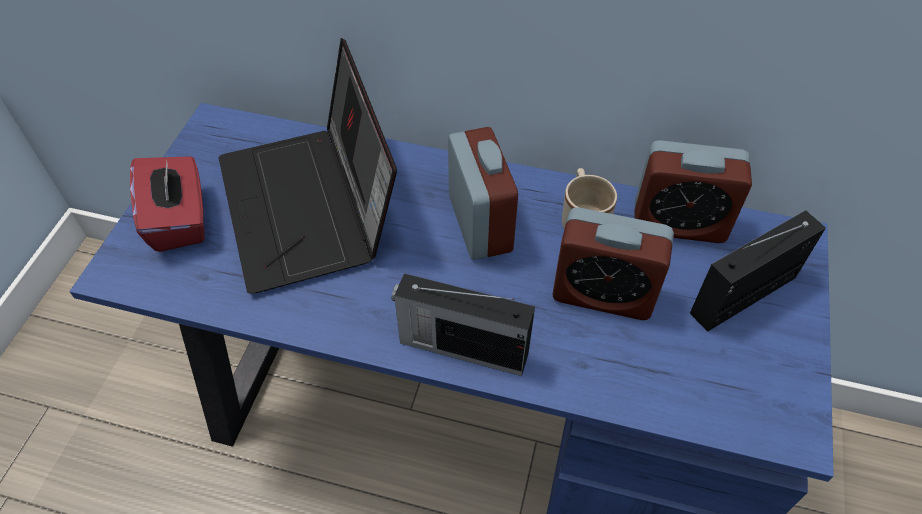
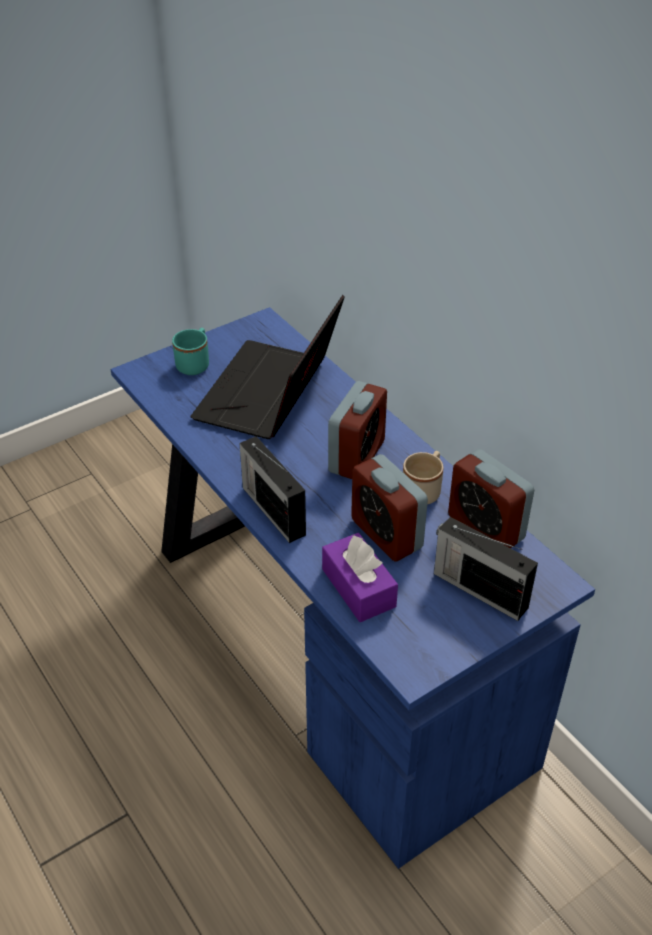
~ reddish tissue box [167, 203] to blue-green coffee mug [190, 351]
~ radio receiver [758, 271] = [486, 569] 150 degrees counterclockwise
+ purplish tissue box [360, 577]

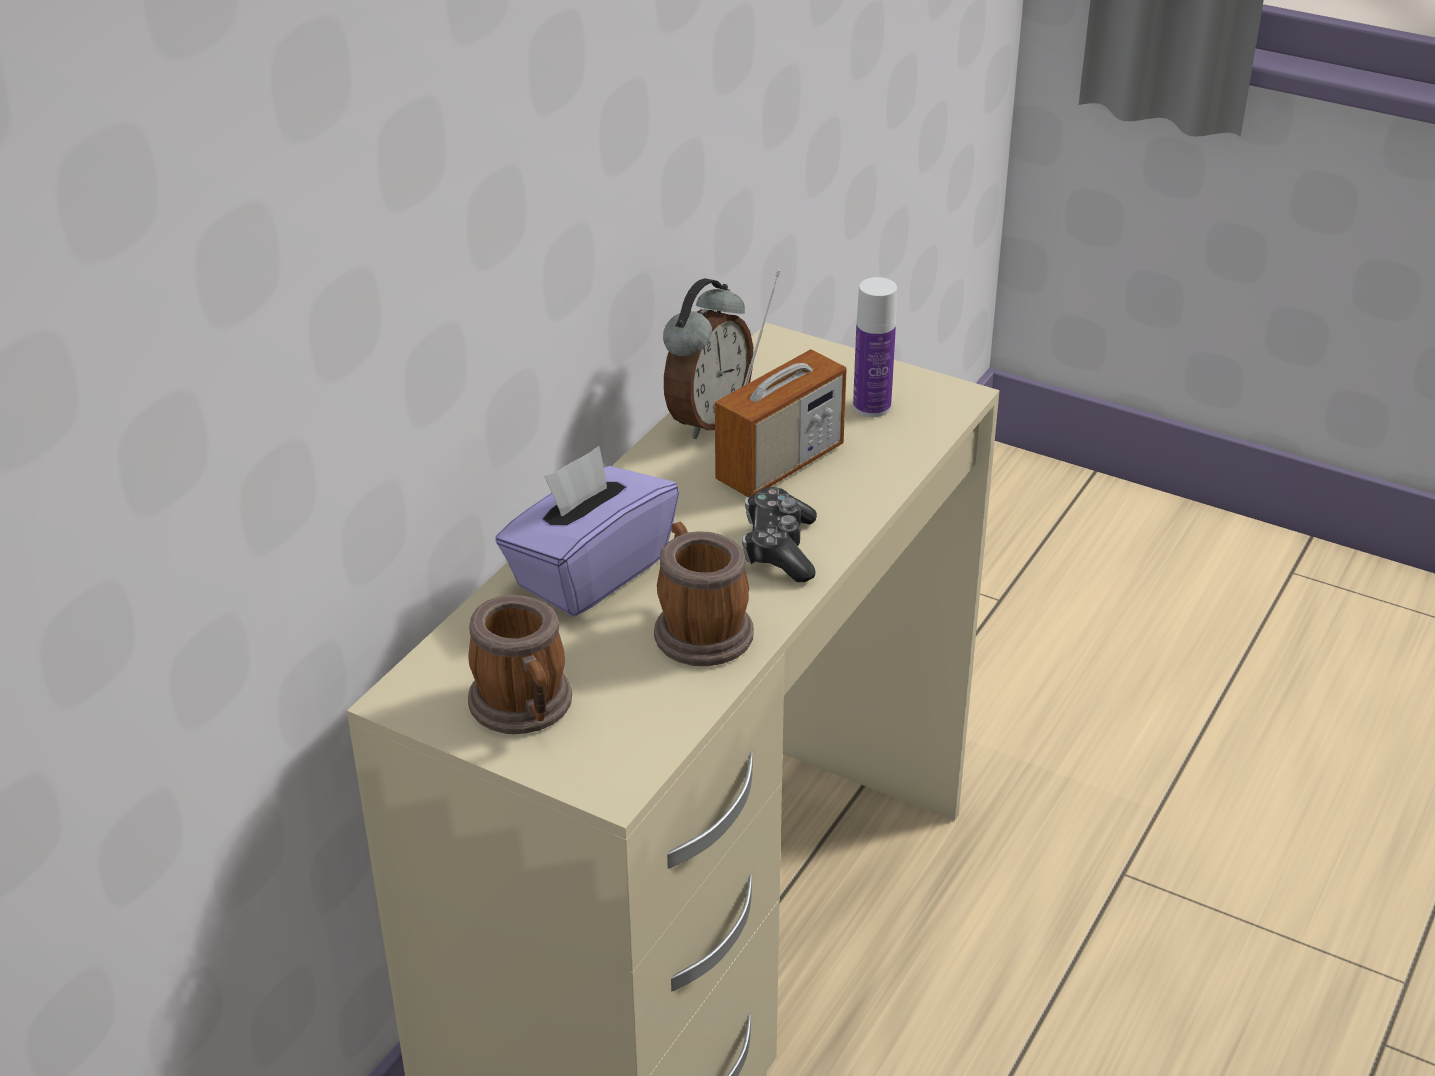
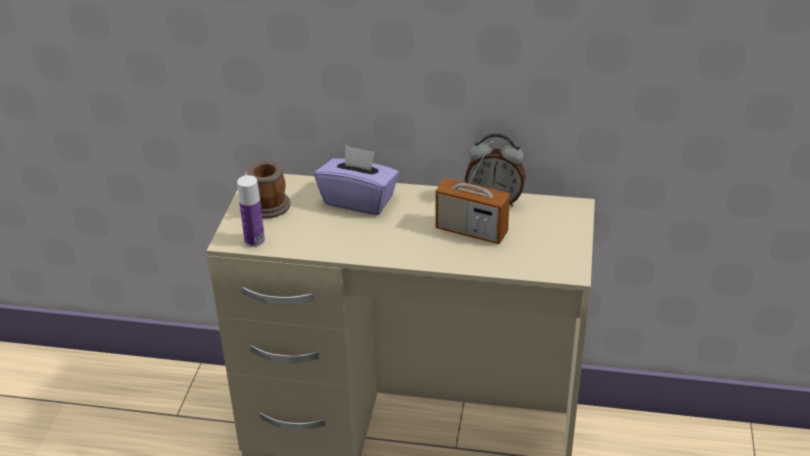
- coffee mug [704, 594]
- game controller [779, 534]
~ bottle [875, 347] to [251, 211]

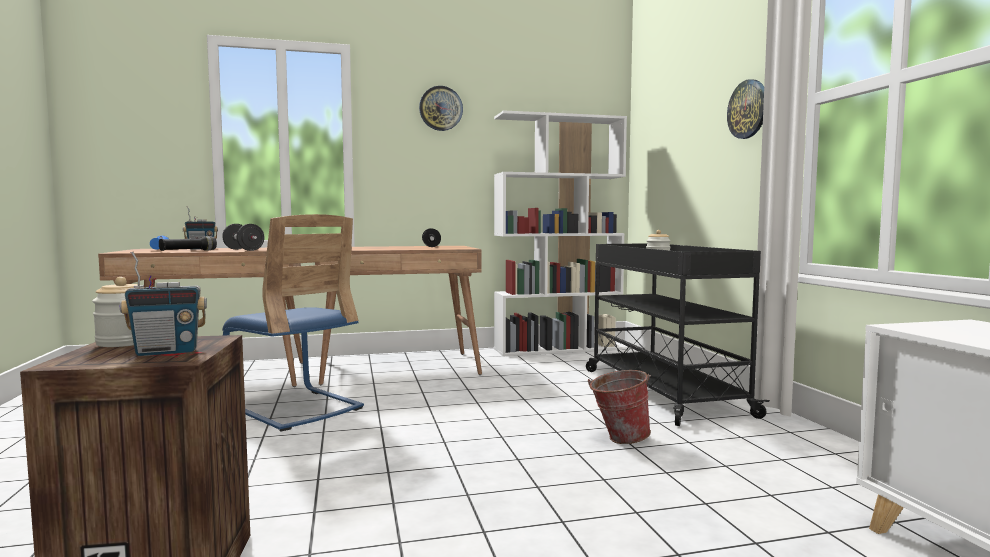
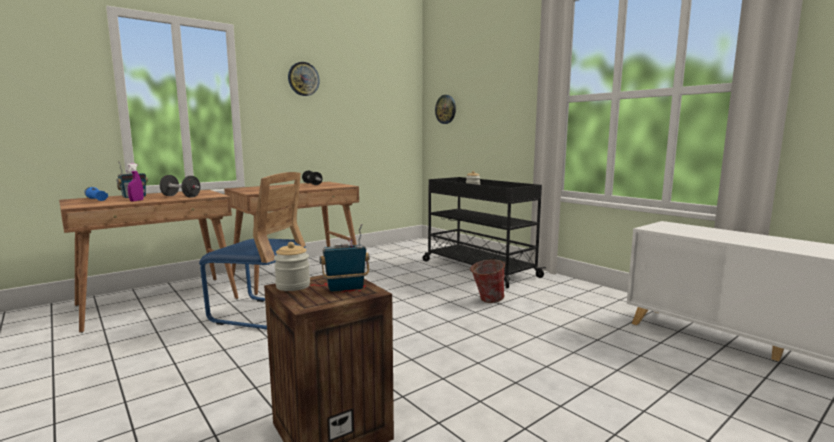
~ radio receiver [163, 303] = [345, 258] 150 degrees counterclockwise
~ black torch [188, 243] to purplish sprayer [135, 182]
- white-coloured bookcase [560, 233]
~ wall clock [745, 109] to [445, 109]

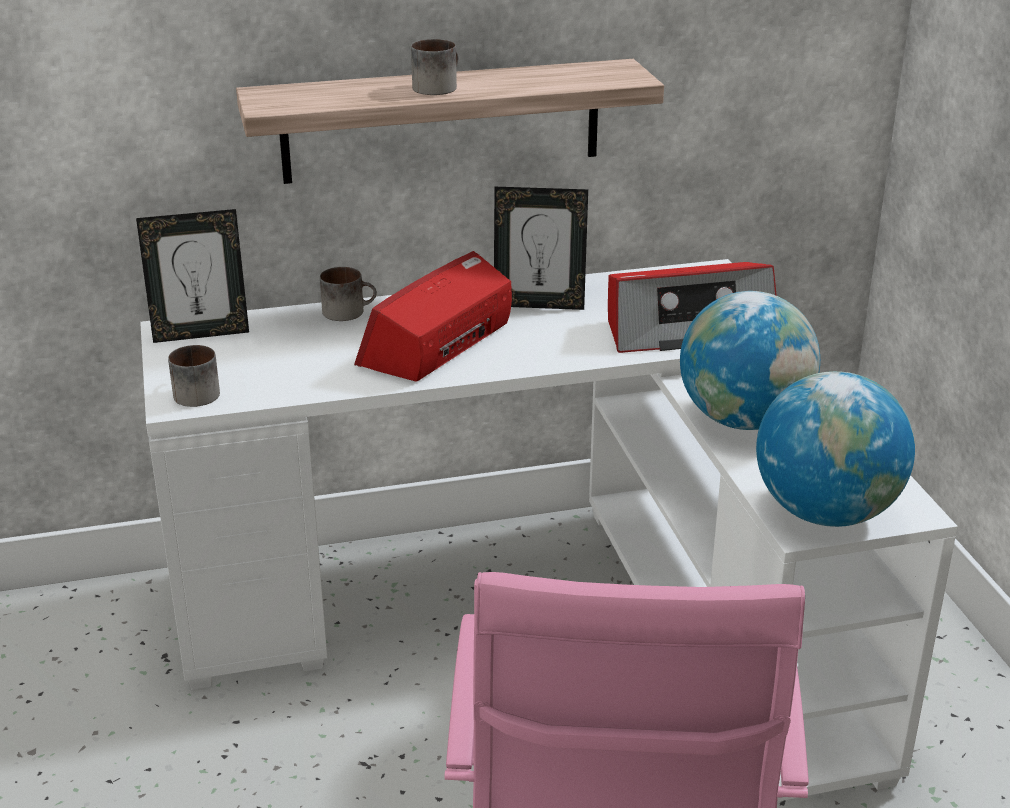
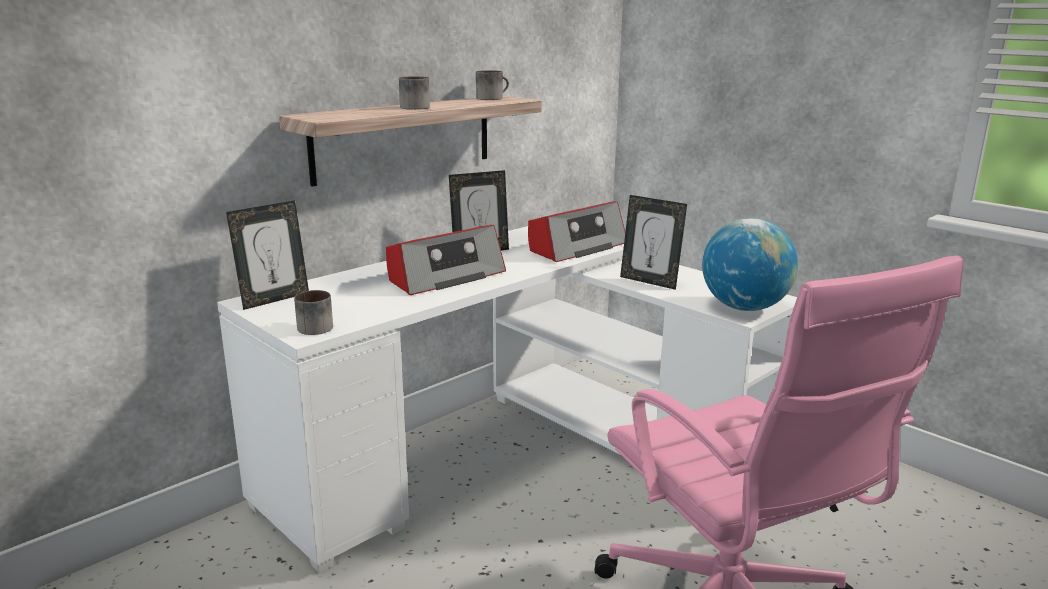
~ coffee mug [348, 294] to [492, 85]
~ radio receiver [433, 316] = [446, 260] 135 degrees counterclockwise
~ globe [750, 360] to picture frame [653, 242]

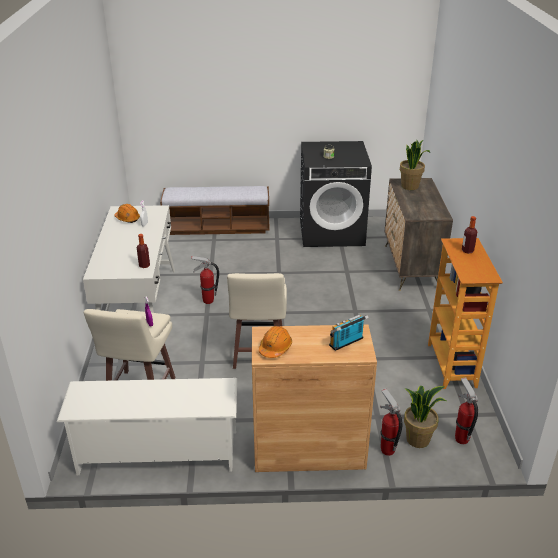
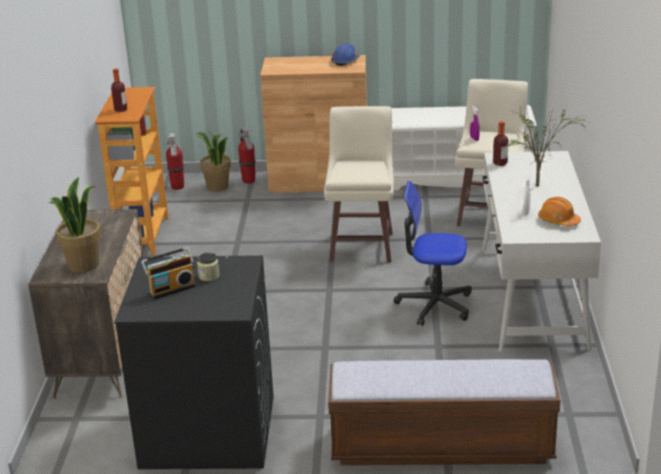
~ fire-fighting cylinder [205, 280] to office chair [433, 253]
~ orangey safety helmet [275, 342] to blue safety helmet [345, 54]
~ radio receiver [349, 333] to [168, 273]
+ plant in a pot [545, 143]

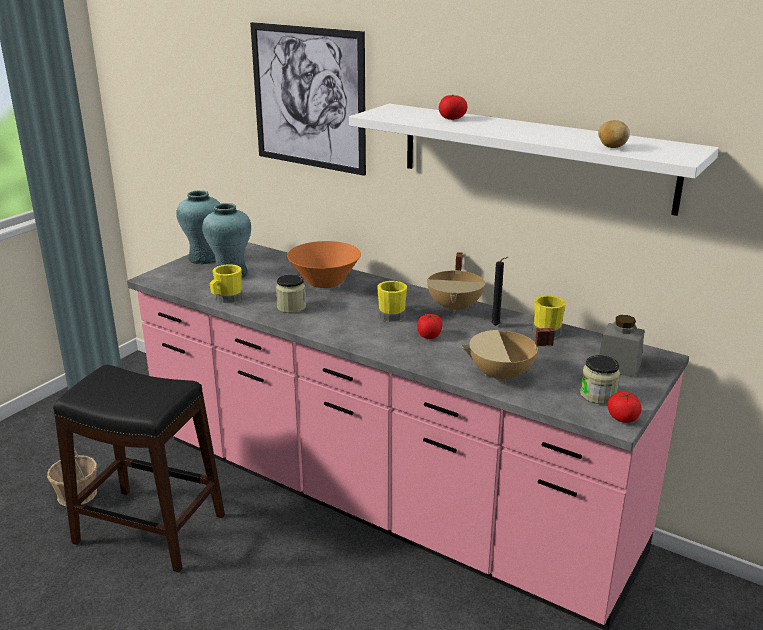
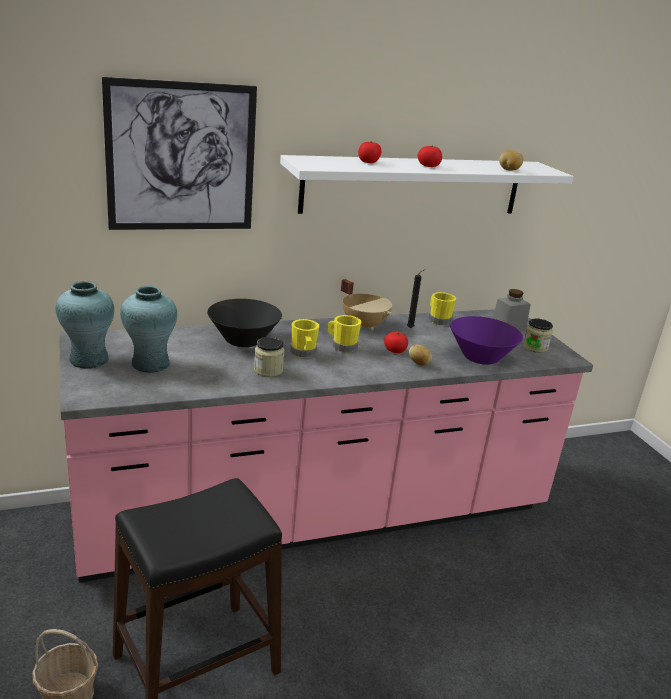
~ yellowish coffee mug [226, 284] to [304, 338]
~ orangey bowl [324, 264] to black bowl [244, 323]
~ beige-coloured saucepot [507, 356] to purplish bowl [486, 340]
~ tomato [625, 407] to [430, 156]
+ potato [420, 355]

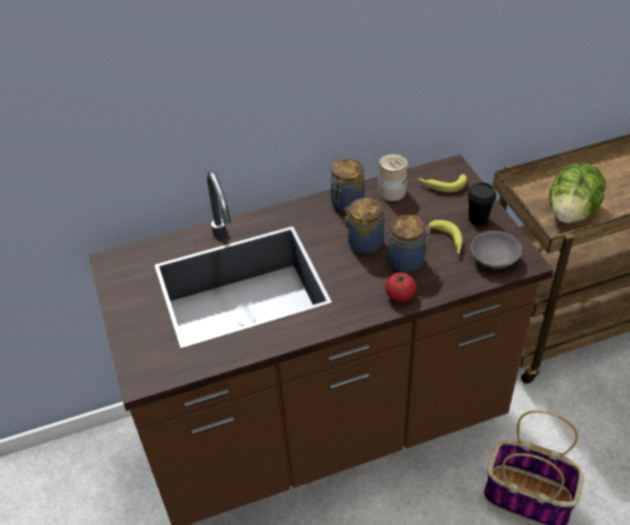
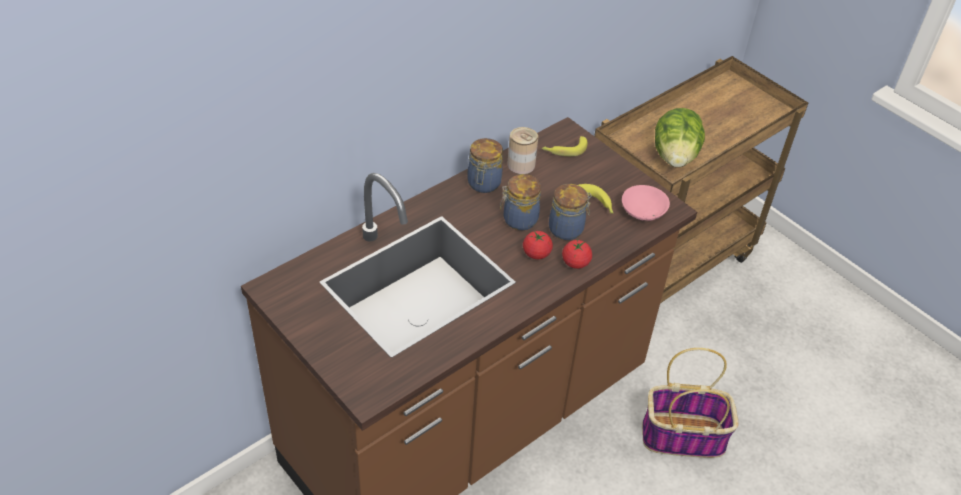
- black drinking cup [482, 203]
~ greyish bowl [496, 250] to pinkish bowl [646, 203]
+ tomato [538, 245]

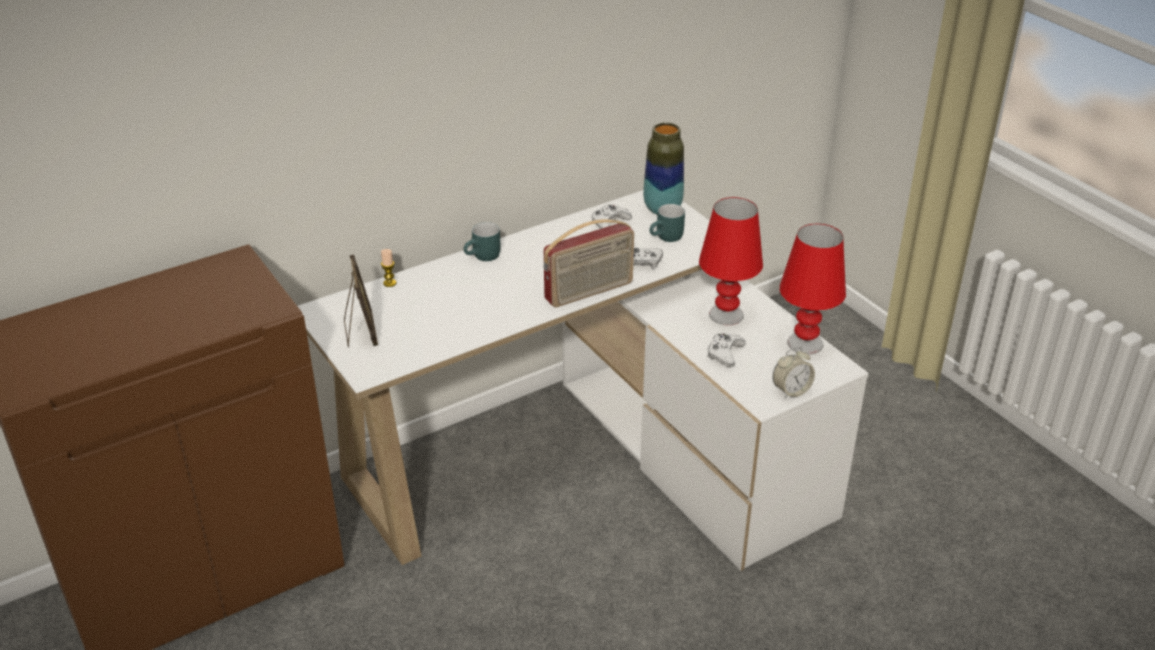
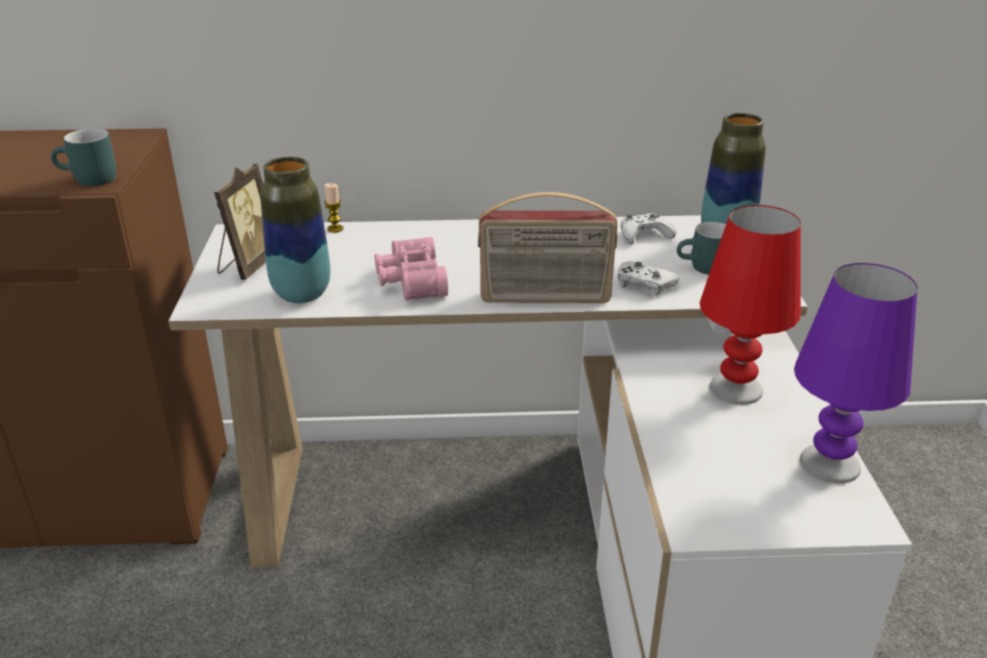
~ blue-green coffee mug [482, 241] to [83, 157]
- white-coloured game controller [726, 350]
- bedside clock [794, 373]
~ reddish tabletop lamp [813, 289] to purplish tabletop lamp [856, 373]
+ vase [295, 230]
+ pinkish binoculars [411, 269]

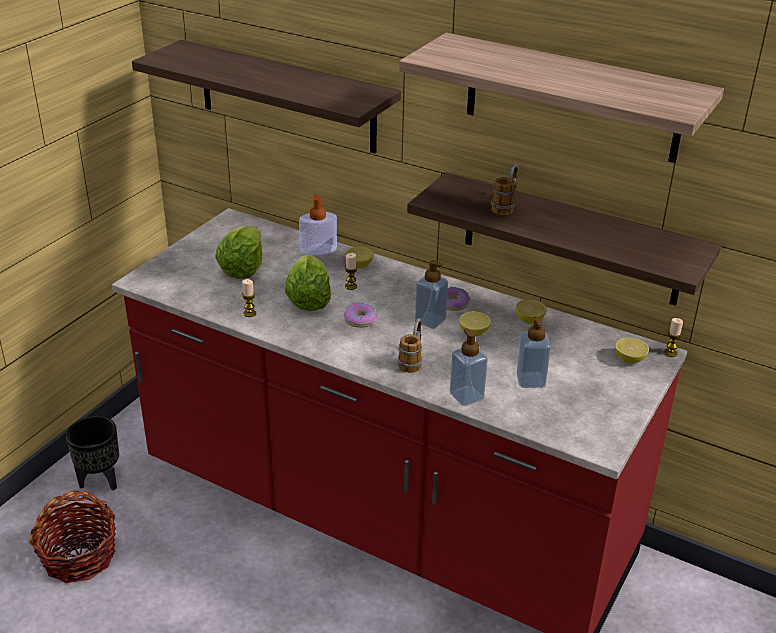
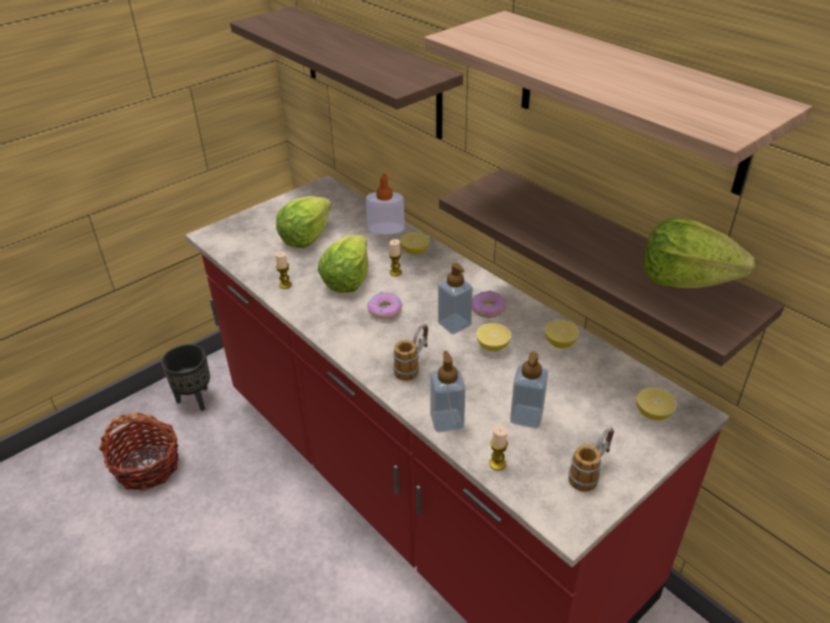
~ coffee mug [505, 189] to [591, 459]
~ wax candle [673, 337] to [498, 448]
+ lettuce [699, 253]

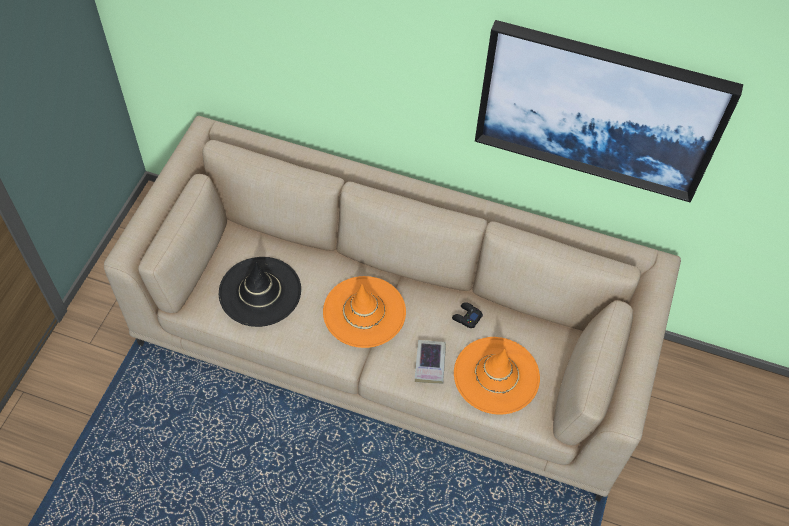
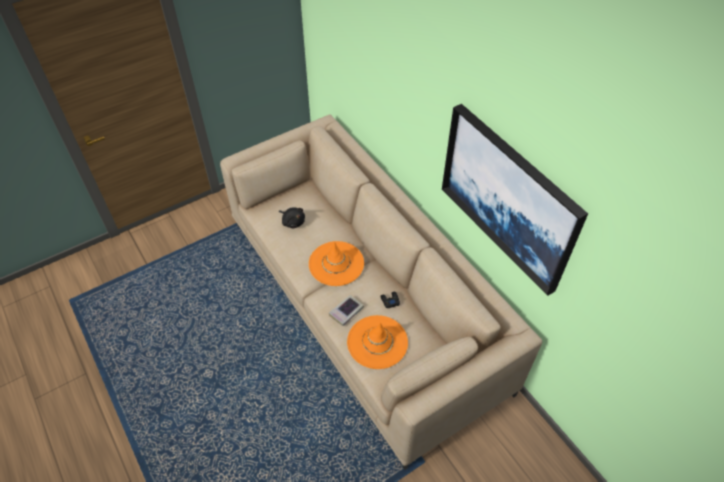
~ black wearable hat [260, 292] to black soft toy [292, 218]

